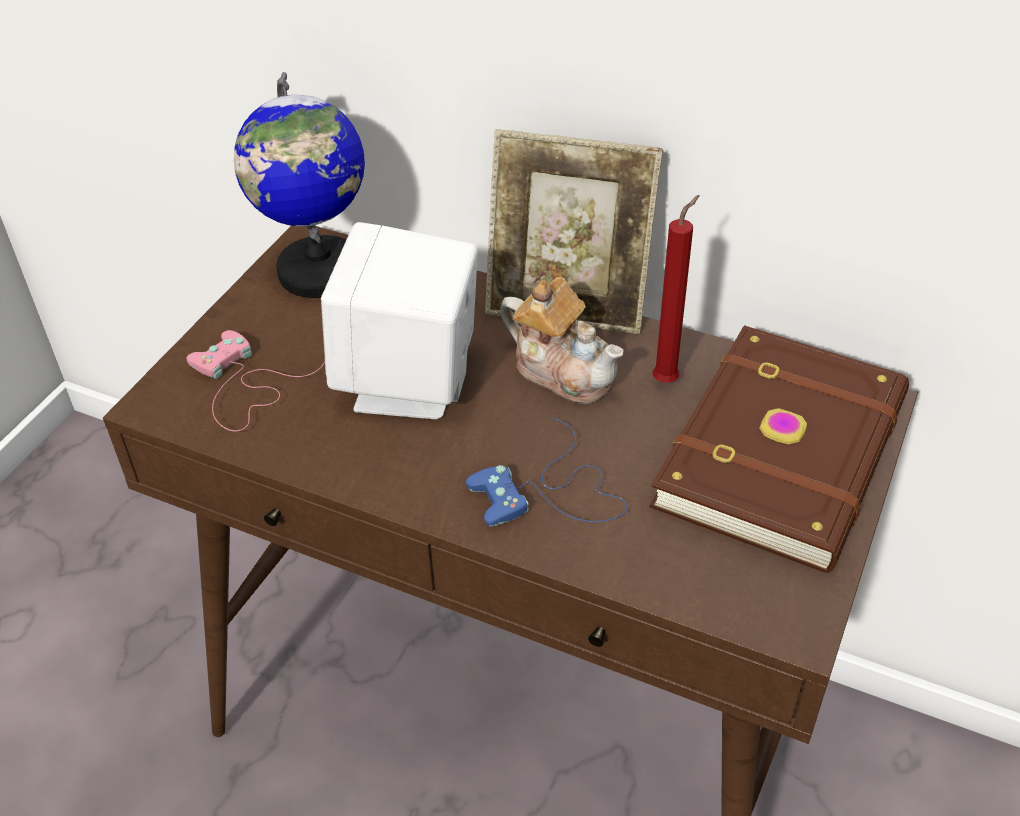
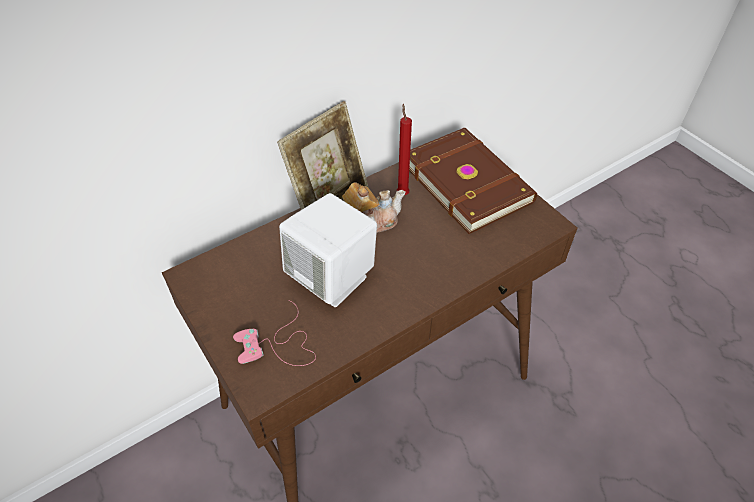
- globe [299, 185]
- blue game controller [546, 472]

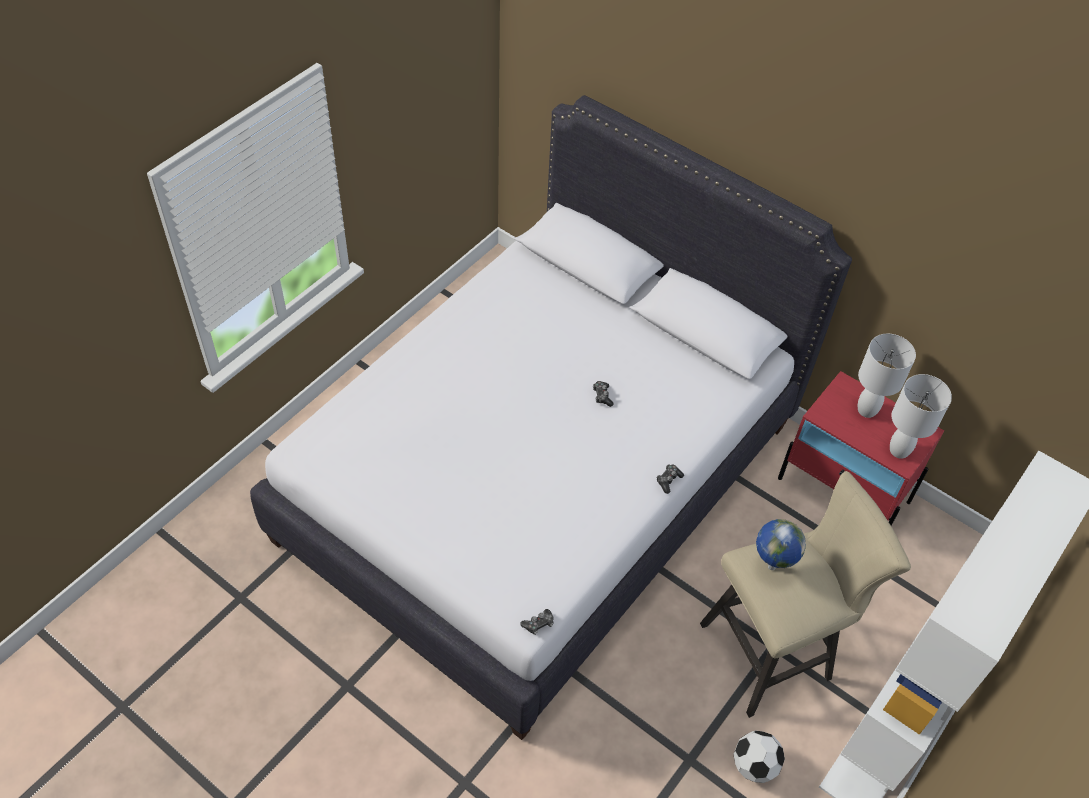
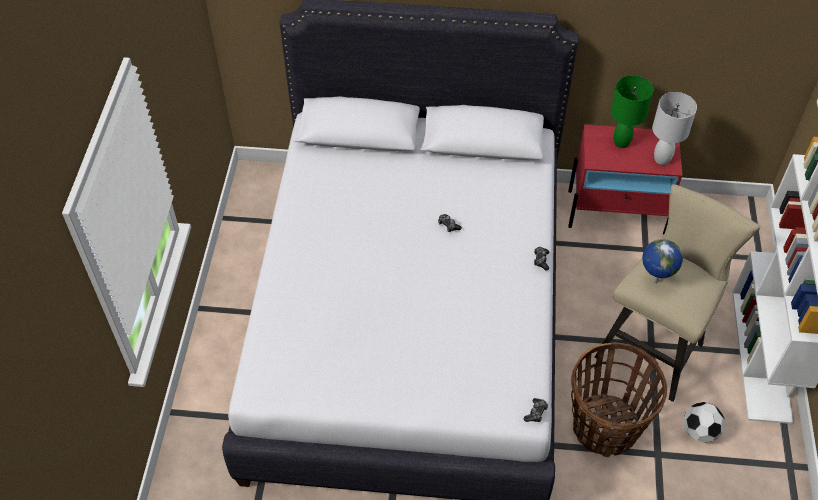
~ white-coloured tabletop lamp [887, 376] to green tabletop lamp [632, 111]
+ storage basket [619, 400]

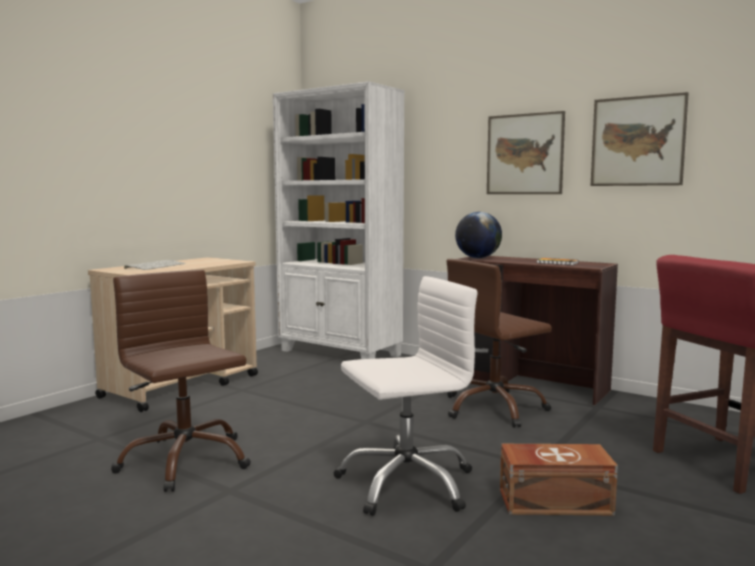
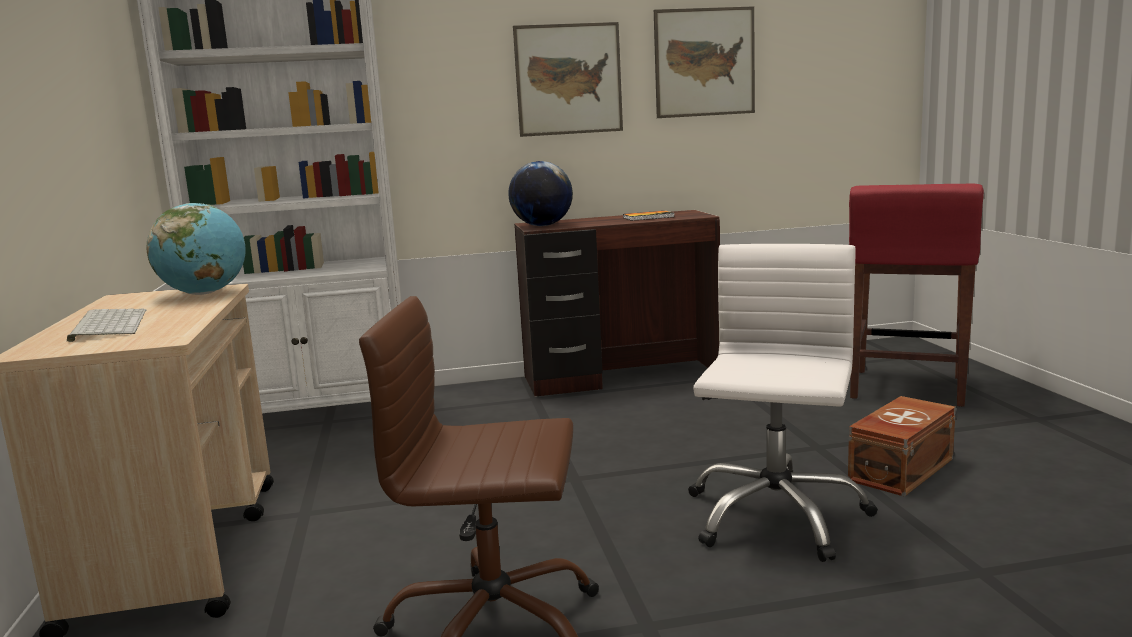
- brown-coloured office chair [499, 343]
+ globe [196, 249]

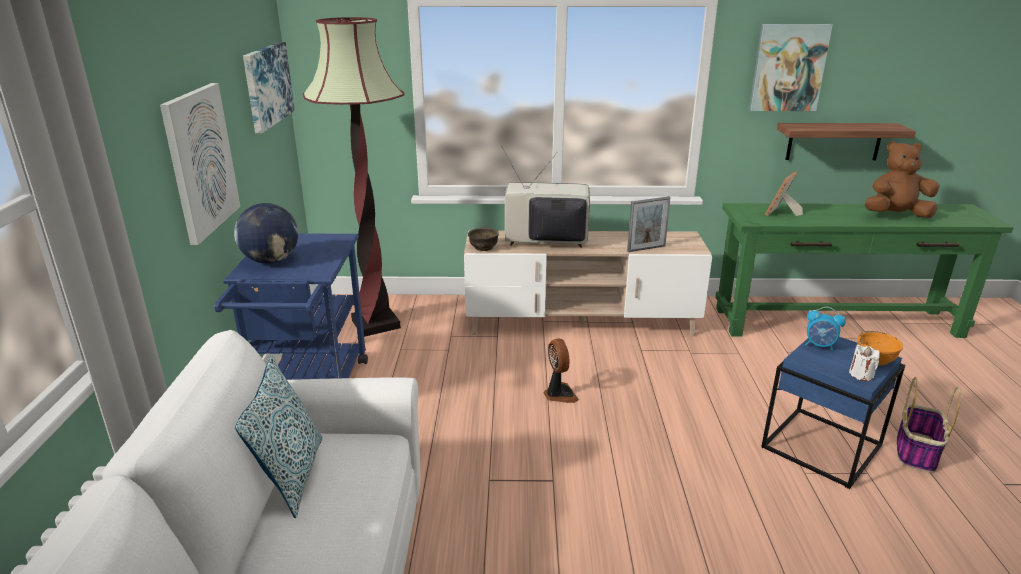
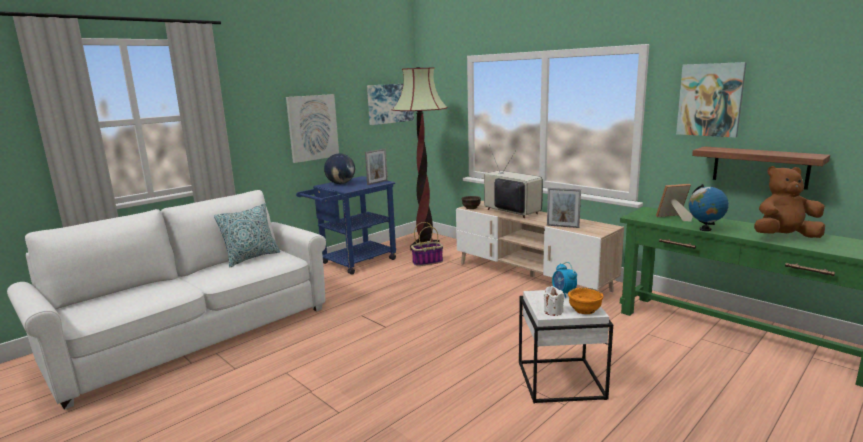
- cooling fan [561, 370]
~ blue accent table [833, 413] to white-coloured accent table [566, 347]
~ brown-coloured soft toy [902, 179] = [789, 202] 45 degrees counterclockwise
~ storage basket [929, 425] to [427, 244]
+ picture frame [376, 167]
+ globe [708, 207]

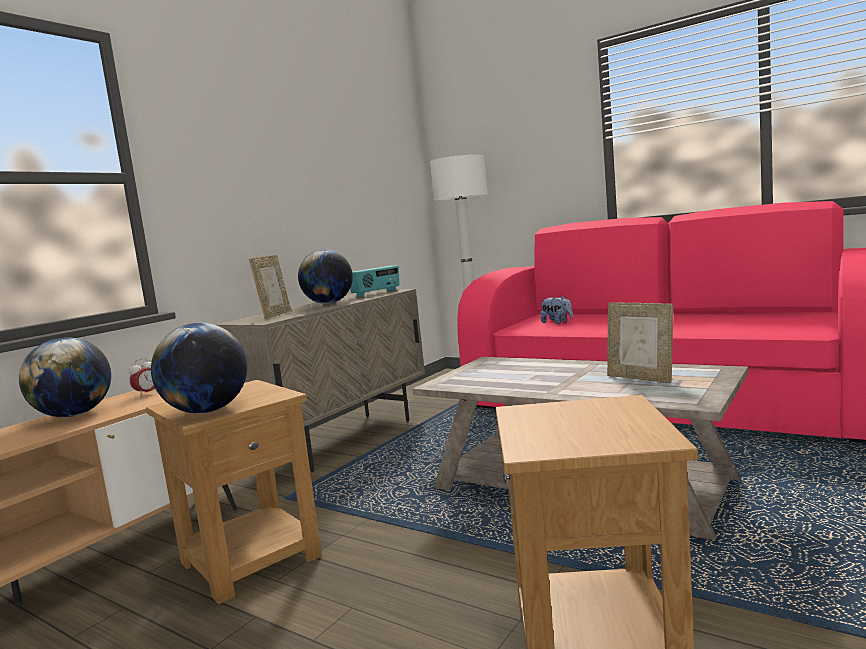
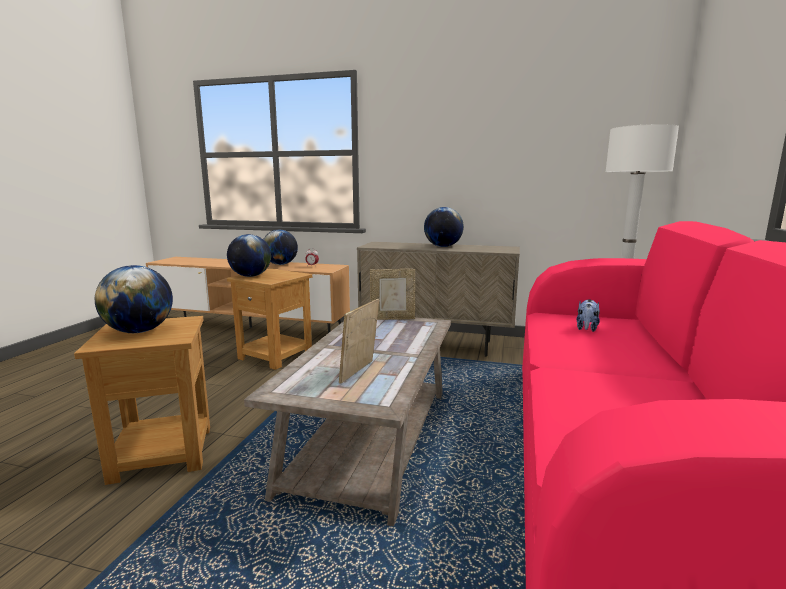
~ picture frame [270, 287] to [392, 294]
- radio receiver [374, 281]
+ globe [134, 299]

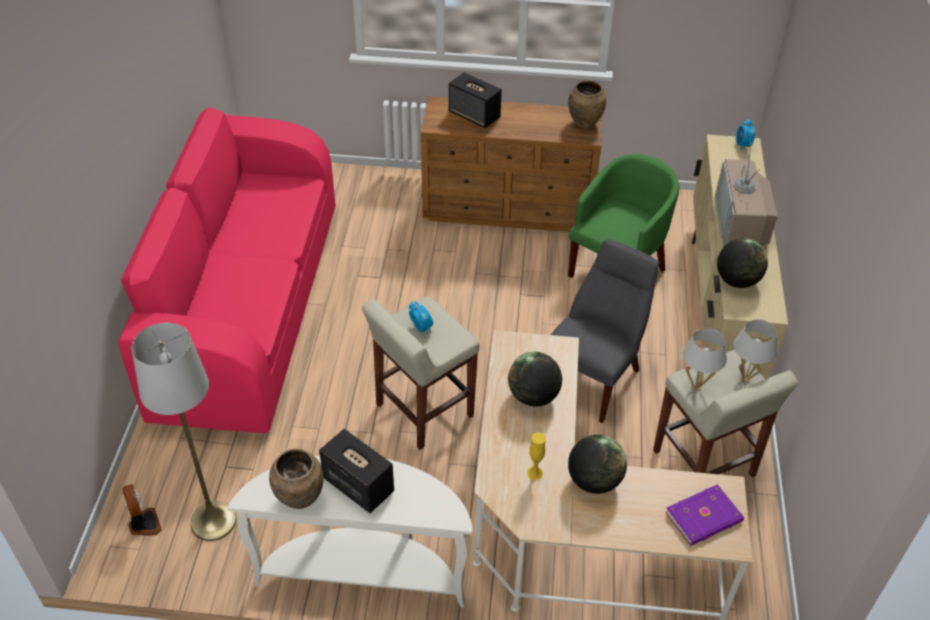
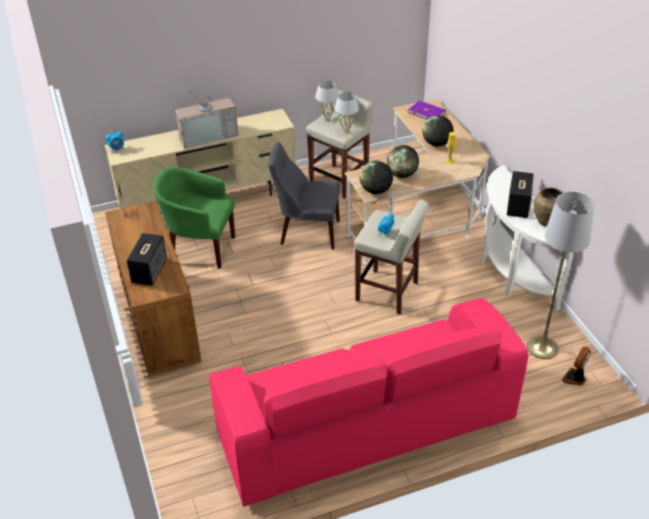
- brown-coloured vase [587, 104]
~ globe [742, 263] to [376, 177]

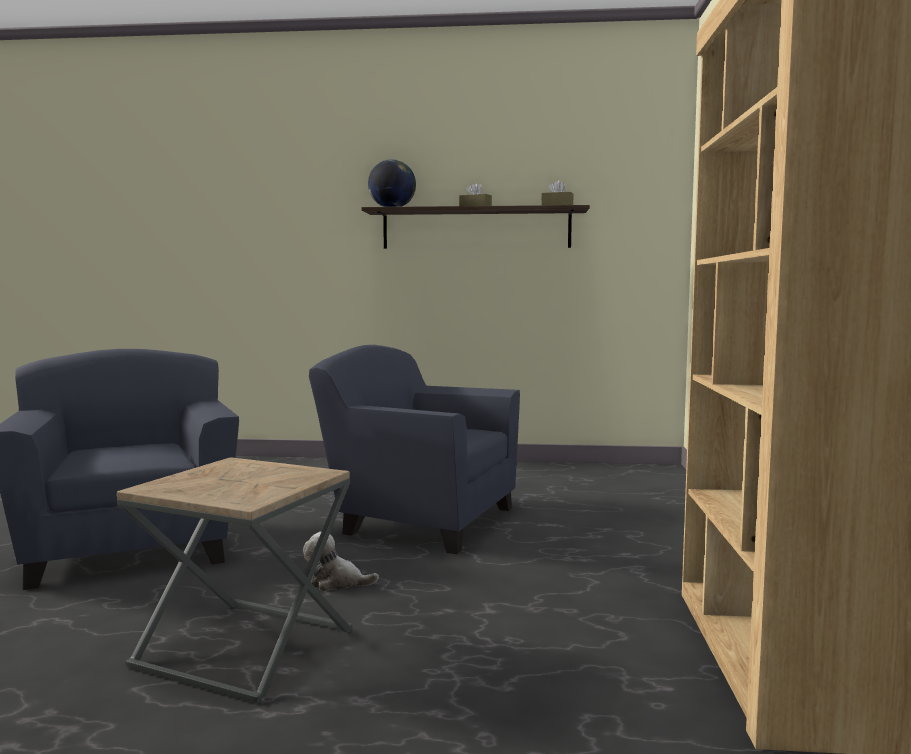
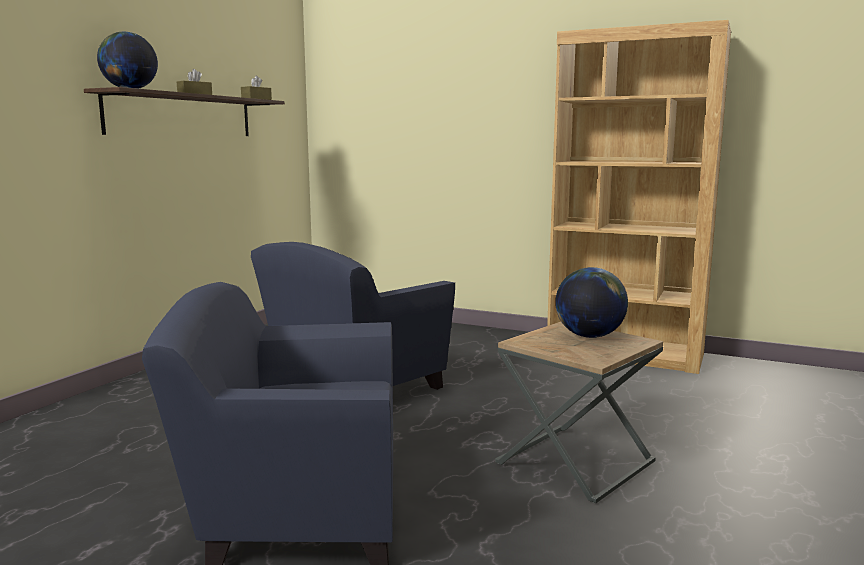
- soft toy [341, 561]
+ globe [591, 302]

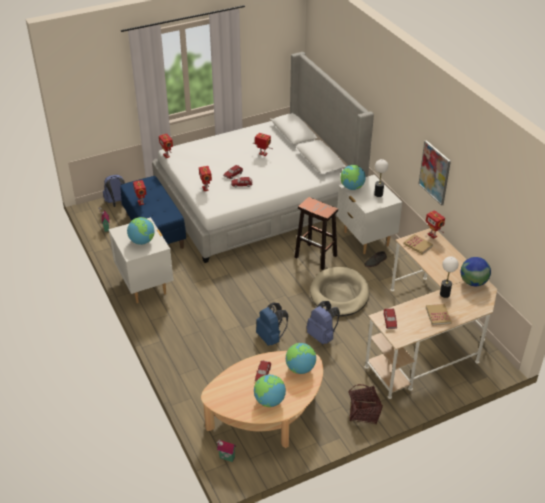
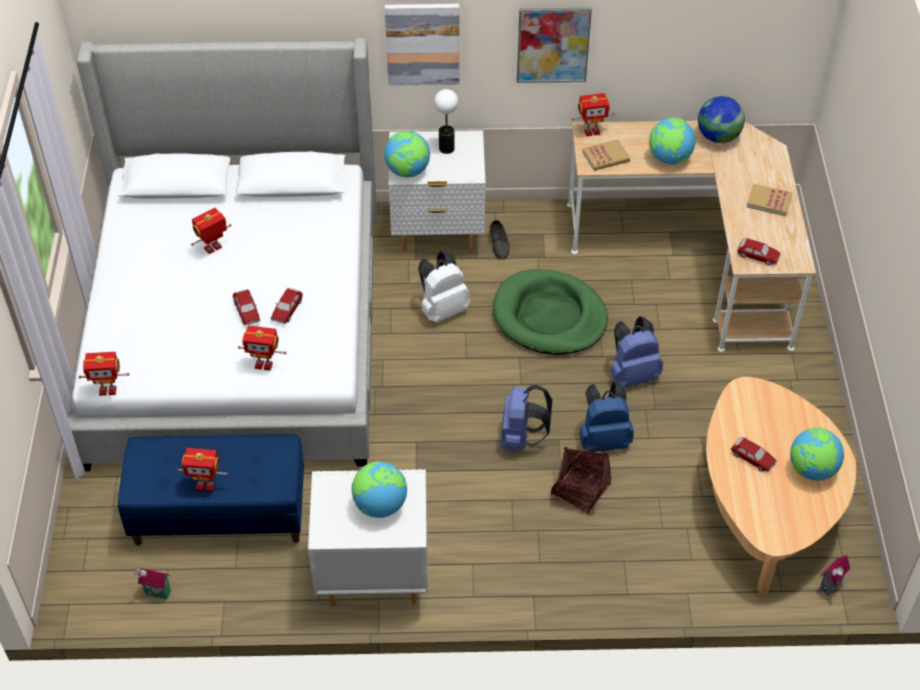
~ blue knapsack [114, 191] to [526, 418]
~ globe [301, 358] to [672, 141]
~ brown-coloured sitting stool [316, 233] to white-coloured knapsack [444, 287]
~ beige-coloured dog bed [339, 291] to green dog bed [550, 312]
~ storage basket [365, 404] to [581, 480]
- tabletop lamp [449, 277]
+ wall picture [422, 44]

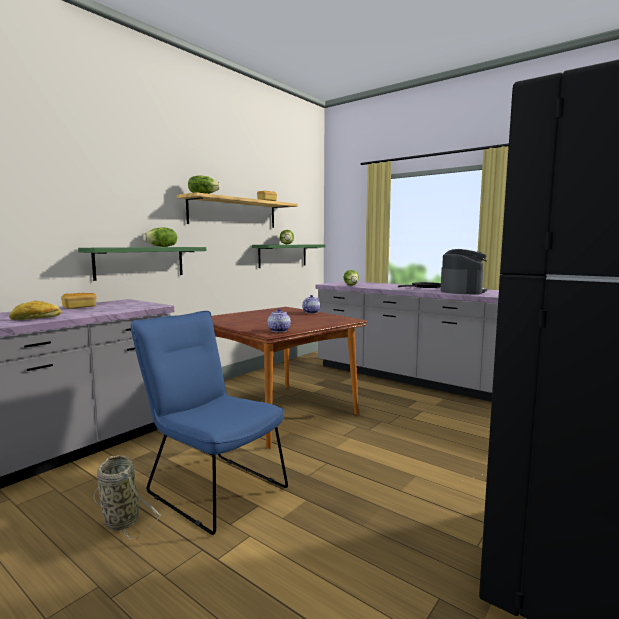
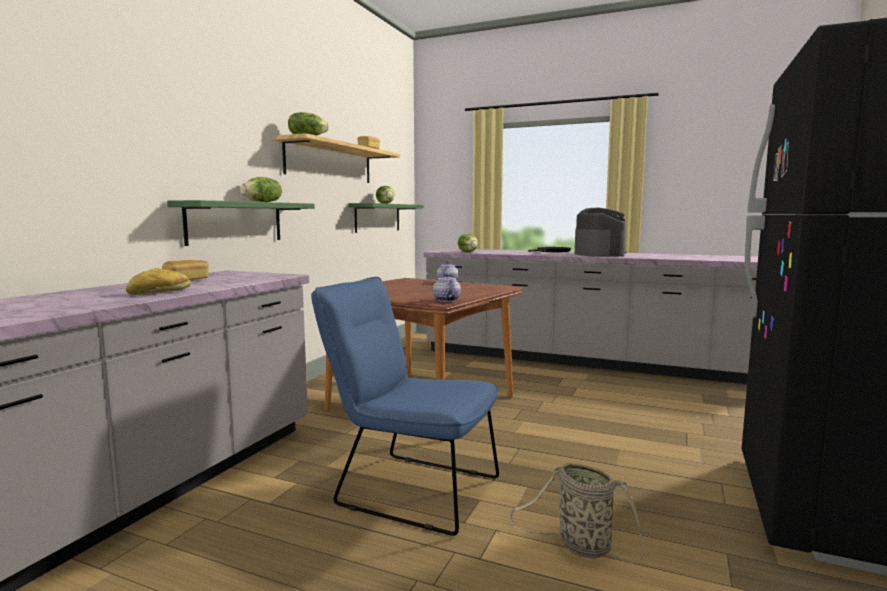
~ storage basket [127, 497] to [577, 513]

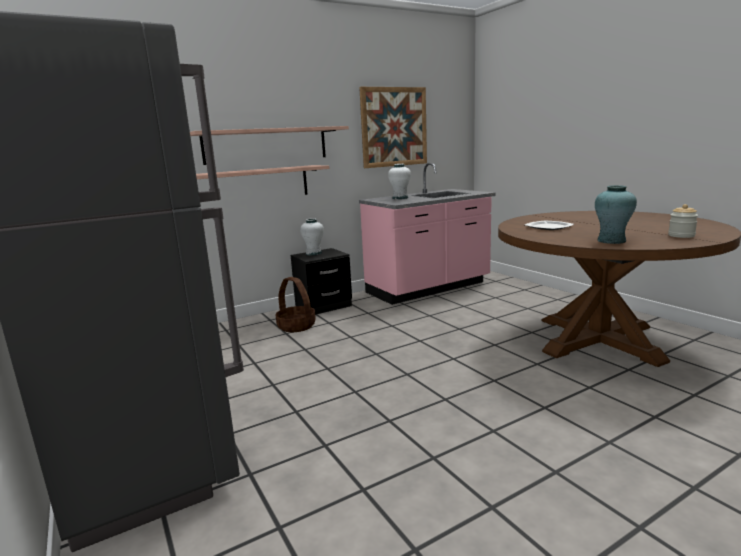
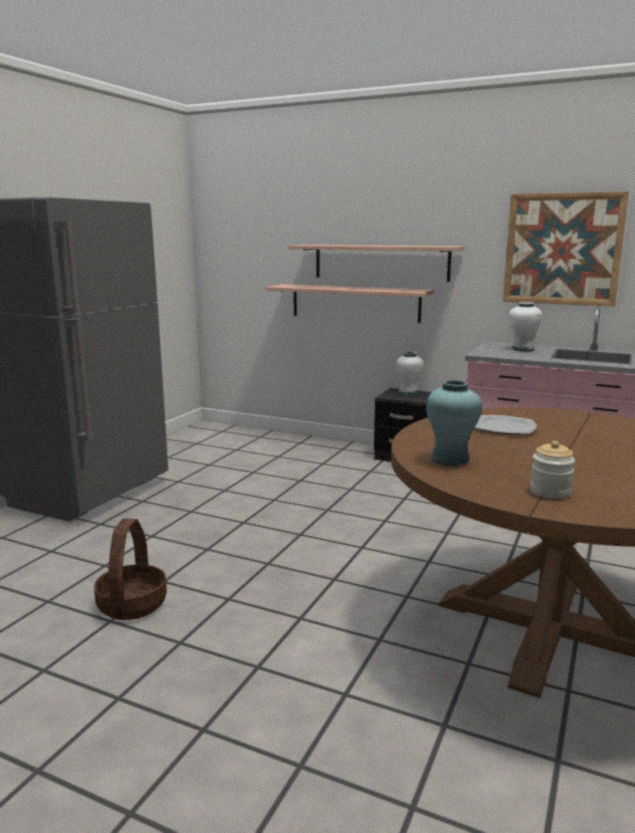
~ storage basket [296, 304] to [130, 569]

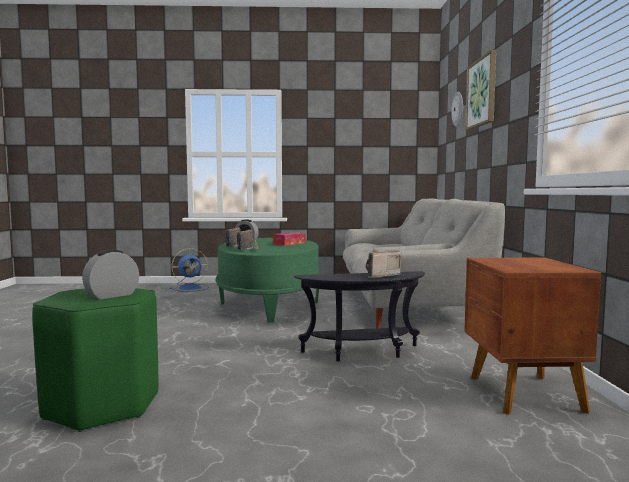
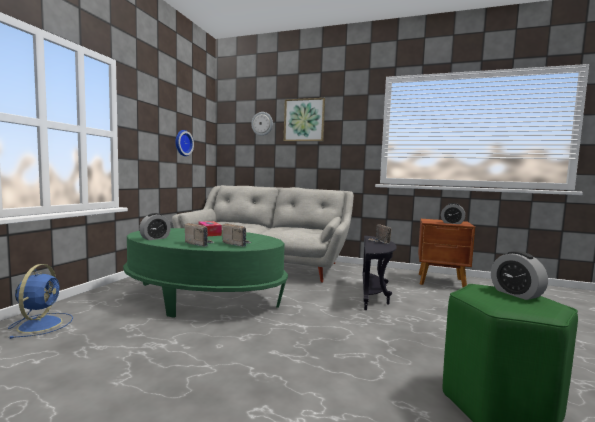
+ wall clock [184, 143]
+ bedside clock [453, 213]

